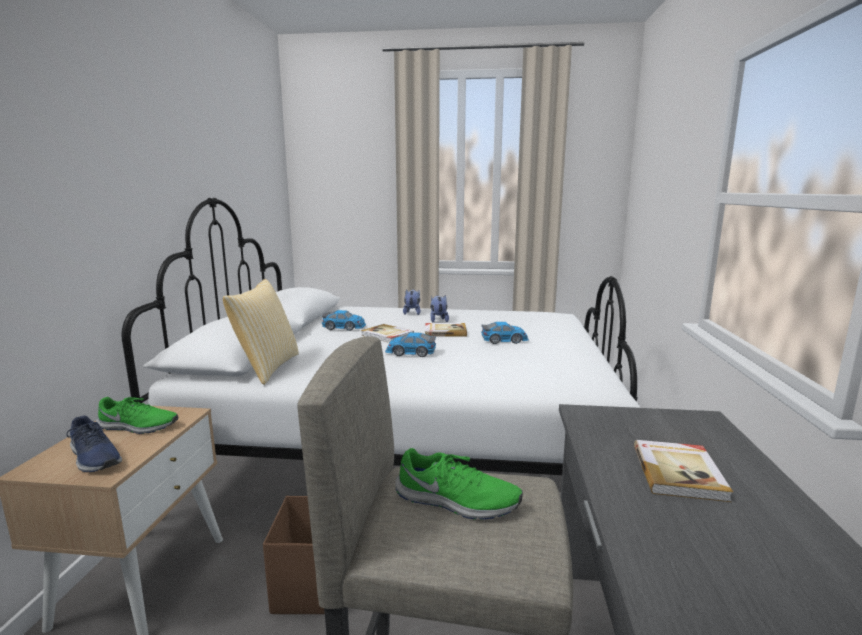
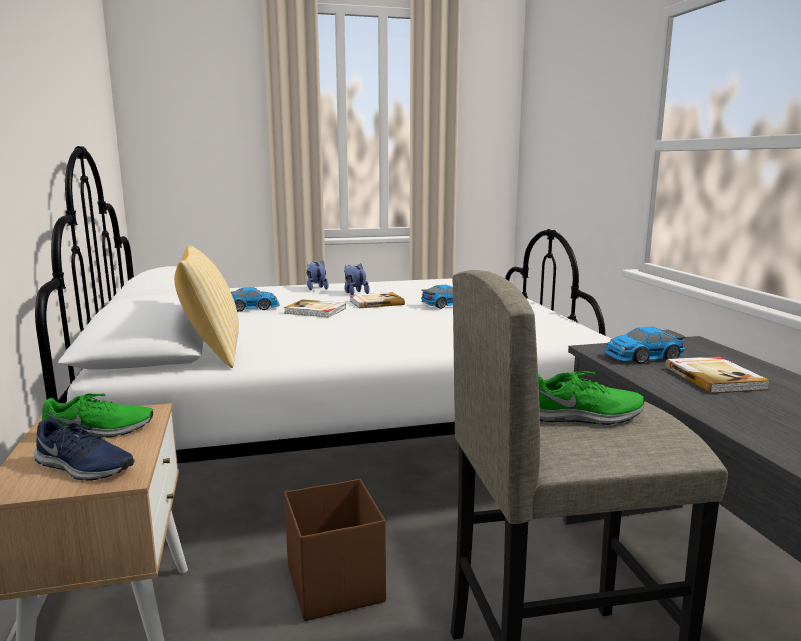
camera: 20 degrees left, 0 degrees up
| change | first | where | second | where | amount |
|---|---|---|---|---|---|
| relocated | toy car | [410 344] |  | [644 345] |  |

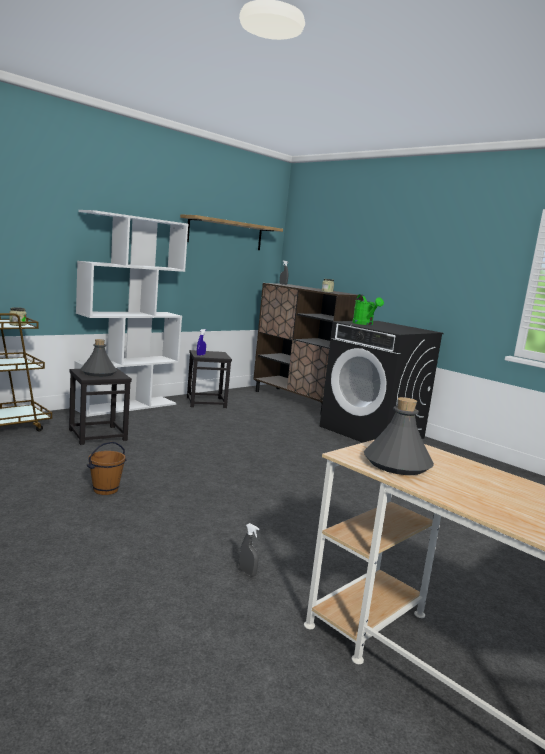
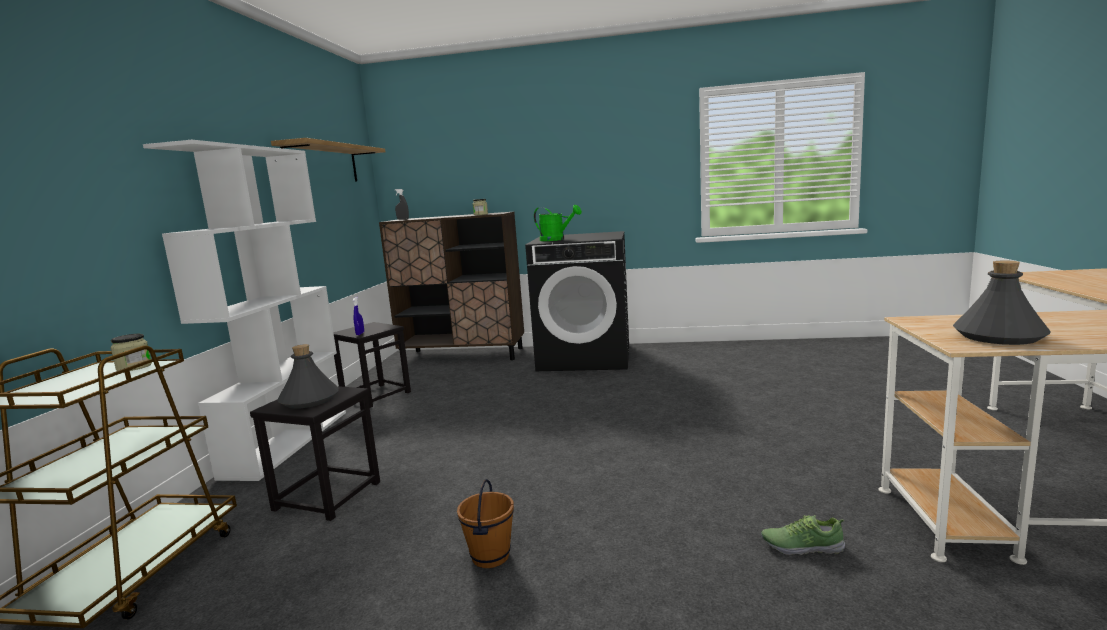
camera: 35 degrees left, 0 degrees up
| change | first | where | second | where | amount |
|---|---|---|---|---|---|
| exchanged | spray bottle (grey) | [249 549] | shoe | [803 535] |  |

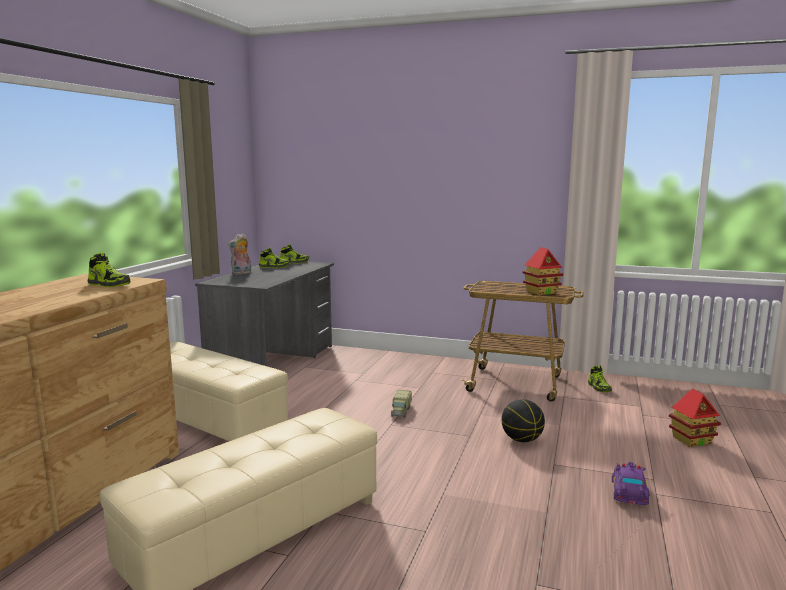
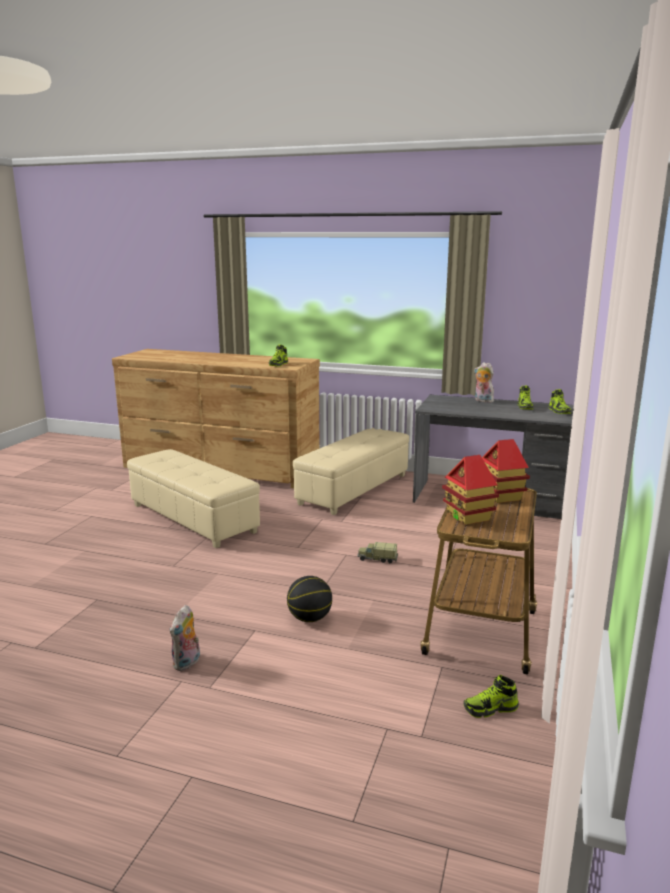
camera: 90 degrees right, 5 degrees up
| change | first | where | second | where | amount |
|---|---|---|---|---|---|
| exchanged | toy car (purple) | [631 483] | plush toy | [185 638] |  |
| relocated | toy house | [695 418] |  | [506 471] |  |

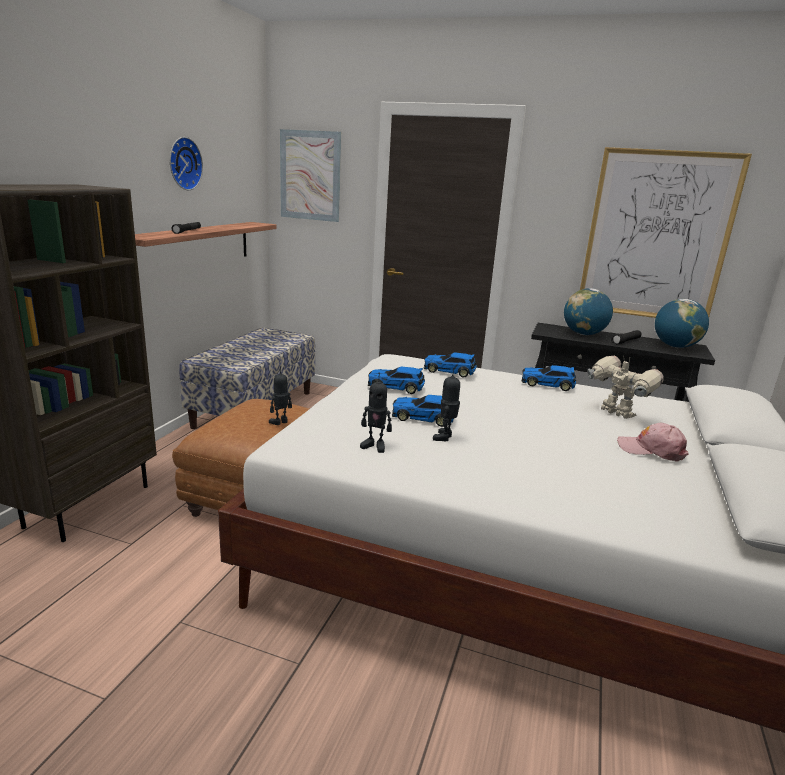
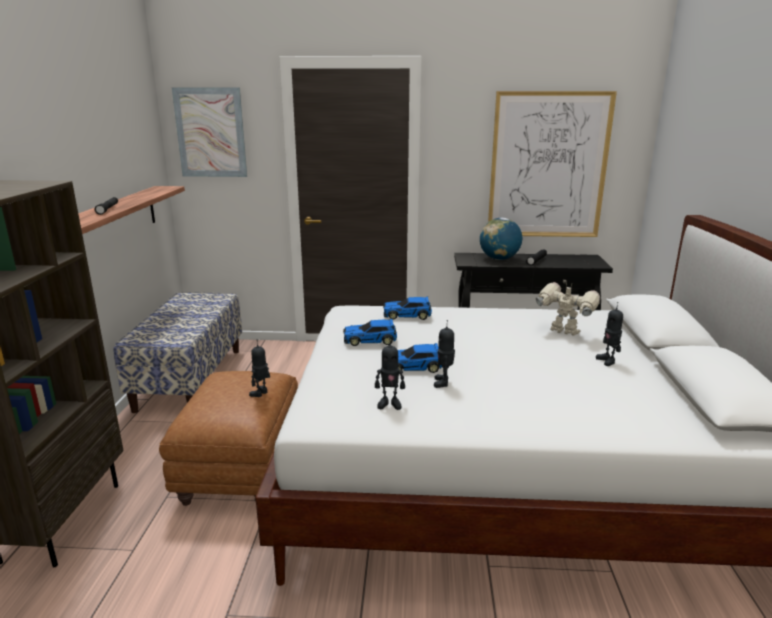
camera: 15 degrees left, 0 degrees up
| change | first | where | second | where | amount |
|---|---|---|---|---|---|
| missing | wall clock | [186 163] |  |  |  |
| missing | toy car | [549 378] |  |  |  |
| exchanged | cap (pink) | [653 442] | toy robot | [609 334] |  |
| missing | globe | [682 323] |  |  |  |

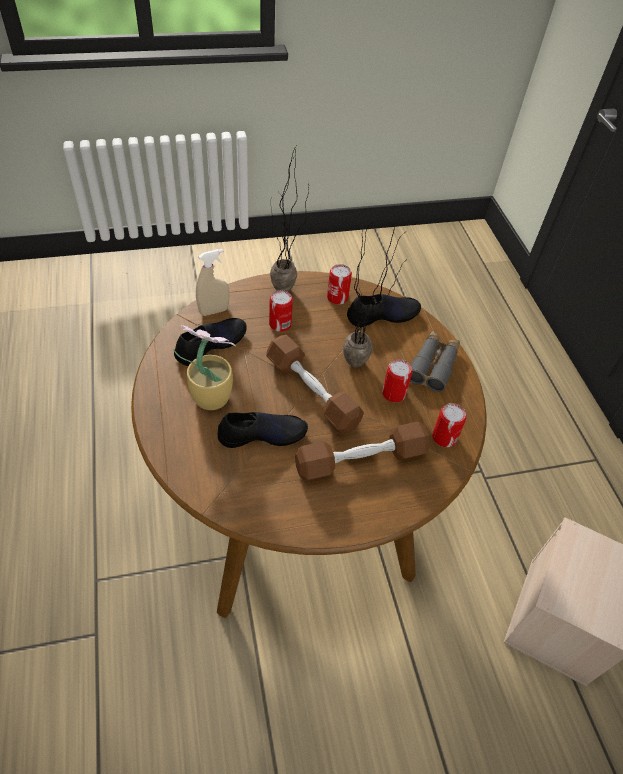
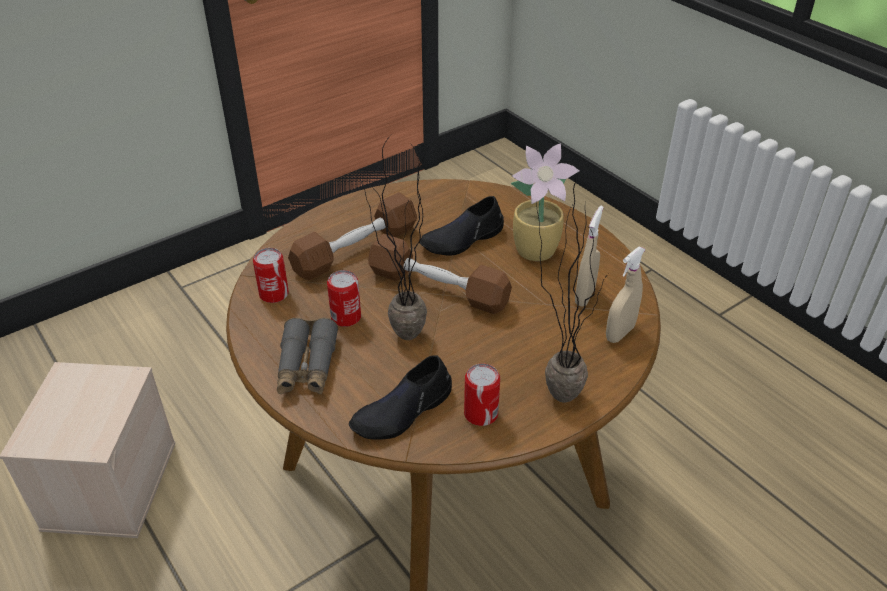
camera: 160 degrees right, 10 degrees down
| change | first | where | second | where | amount |
|---|---|---|---|---|---|
| exchanged | shoe (black) | [210 342] | spray bottle (beige) | [589 256] |  |
| missing | can | [281 311] |  |  |  |

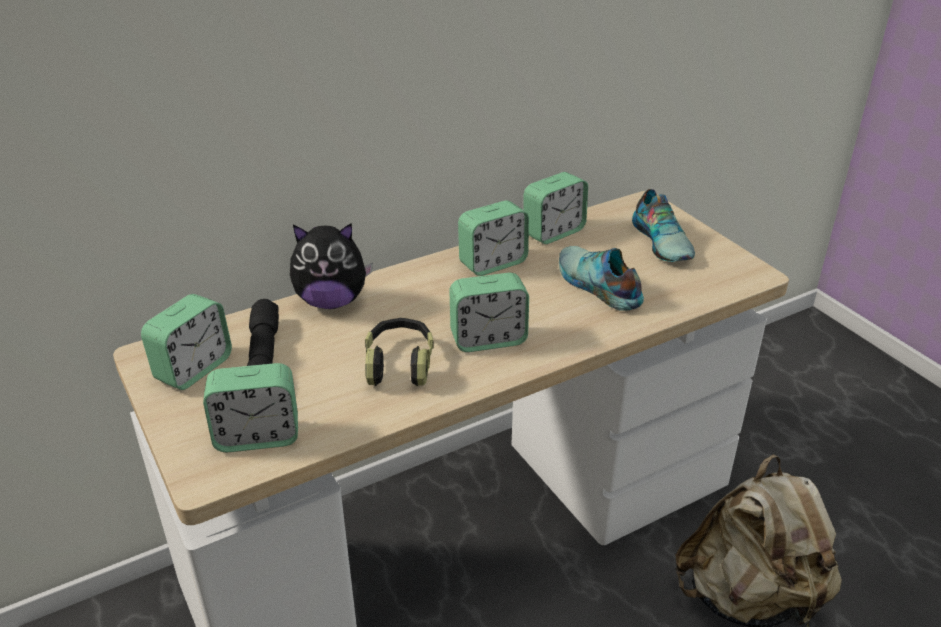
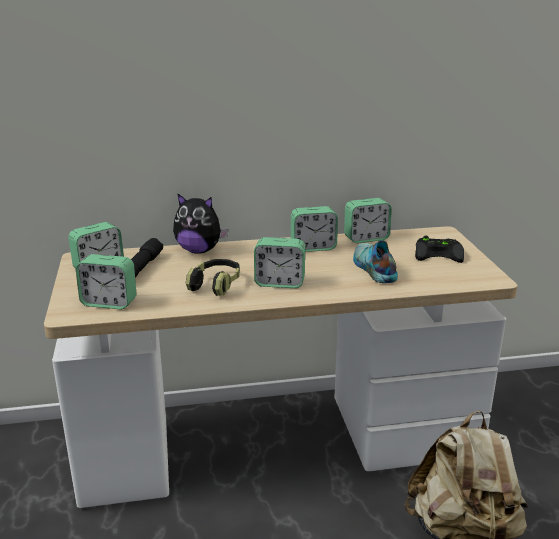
camera: 20 degrees right, 10 degrees down
| change | first | where | second | where | amount |
|---|---|---|---|---|---|
| exchanged | shoe | [663 225] | game controller (black) | [439 249] |  |

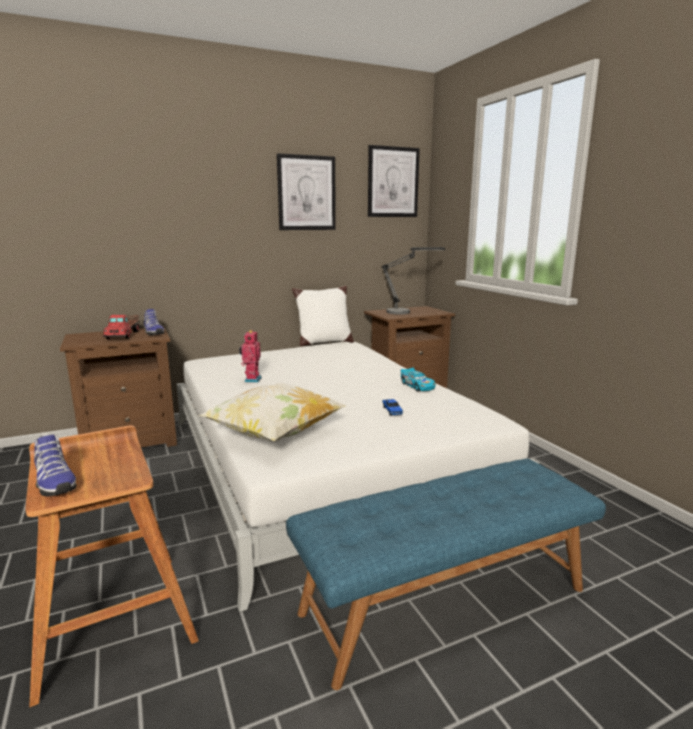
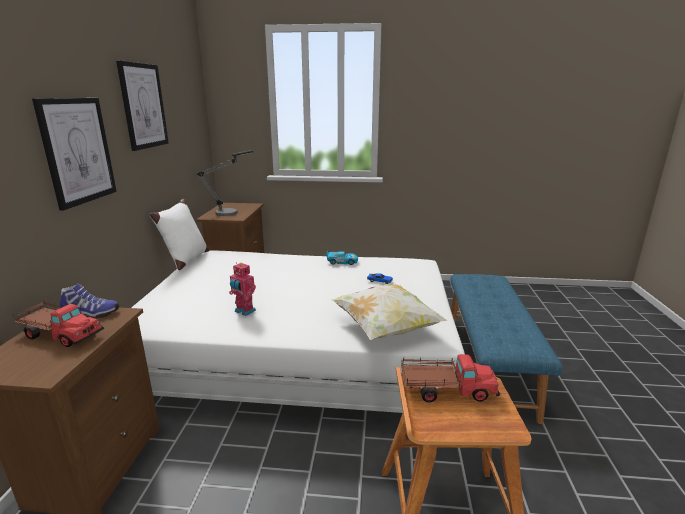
camera: 60 degrees left, 5 degrees up
| change | first | where | second | where | amount |
|---|---|---|---|---|---|
| missing | shoe | [55 465] |  |  |  |
| relocated | picture | [394 181] |  | [74 154] |  |
| appeared |  |  | toy truck | [450 378] |  |

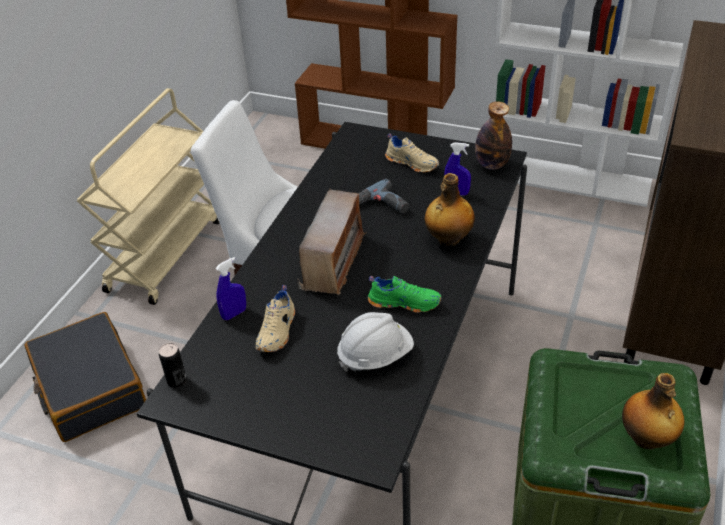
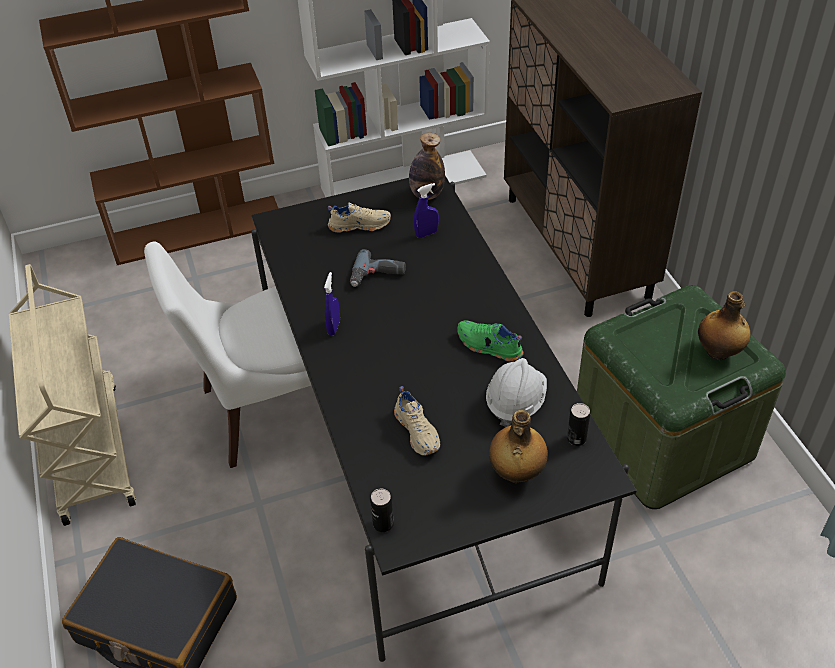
camera: 40 degrees left, 5 degrees up
| change | first | where | second | where | amount |
|---|---|---|---|---|---|
| relocated | spray bottle (blue) | [230 288] |  | [332 303] |  |
| missing | radio | [332 242] |  |  |  |
| spun | shoe (green) | [404 294] |  | [490 341] | 120 degrees counterclockwise |
| relocated | bottle | [449 209] |  | [518 446] |  |
| appeared |  |  | can | [578 424] |  |

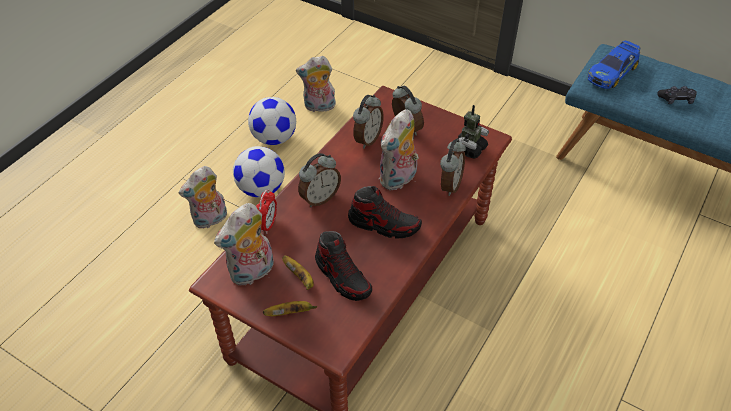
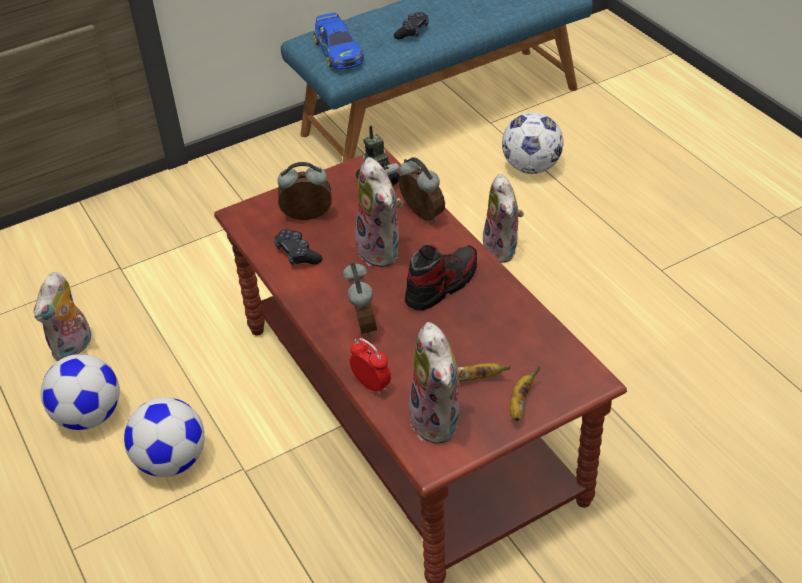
camera: 60 degrees left, 5 degrees down
| change | first | where | second | where | amount |
|---|---|---|---|---|---|
| relocated | plush toy | [203 197] |  | [503 218] |  |
| missing | shoe | [343 266] |  |  |  |
| exchanged | alarm clock | [368 122] | game controller (black) | [298 247] |  |
| appeared |  |  | football | [533 143] |  |

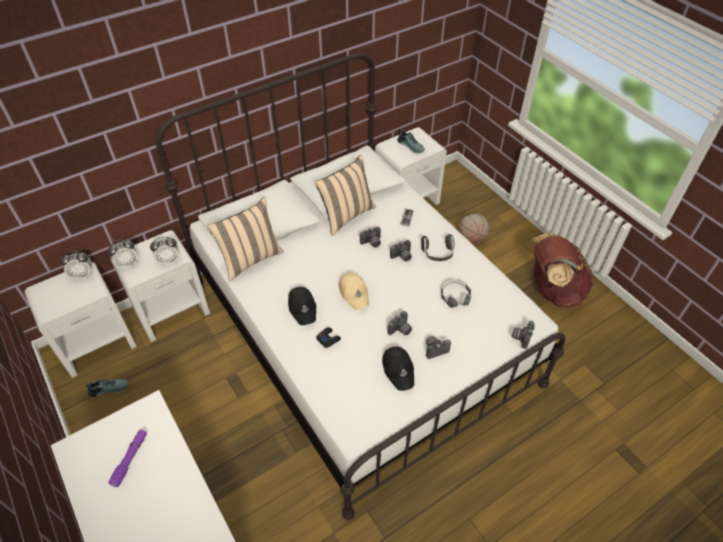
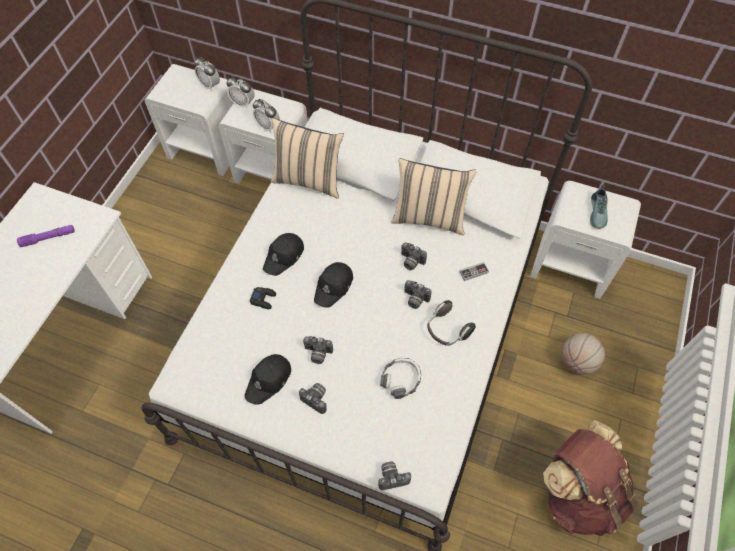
camera: 55 degrees right, 10 degrees up
| change | first | where | second | where | amount |
|---|---|---|---|---|---|
| missing | shoe | [107 388] |  |  |  |
| colour | cap (beige) | [354 291] | cap (black) | [333 285] |  |

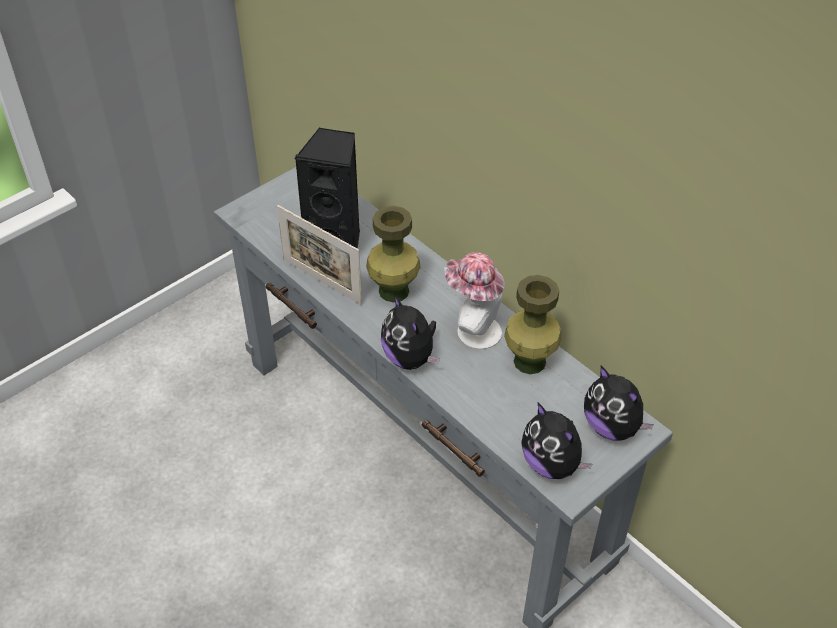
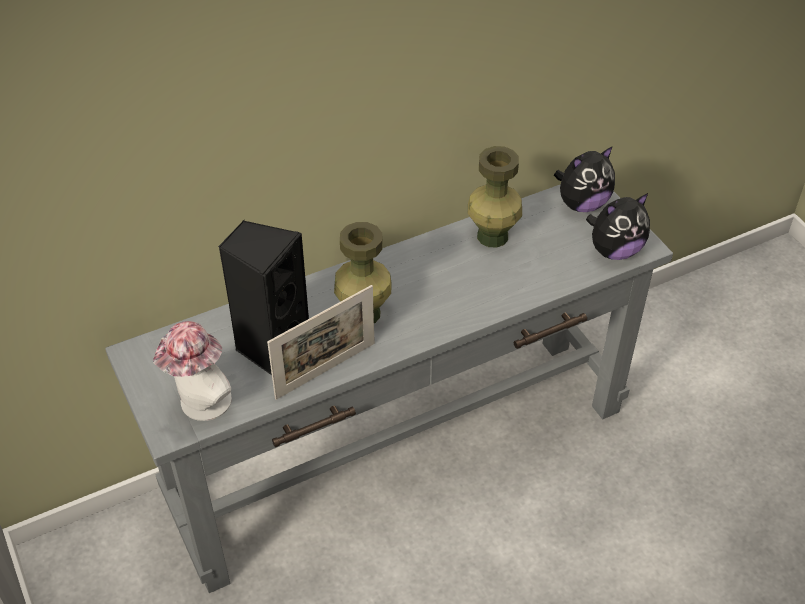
camera: 75 degrees left, 0 degrees up
| change | first | where | second | where | amount |
|---|---|---|---|---|---|
| missing | plush toy | [410 332] |  |  |  |
| relocated | hat | [474 300] |  | [192 371] |  |

